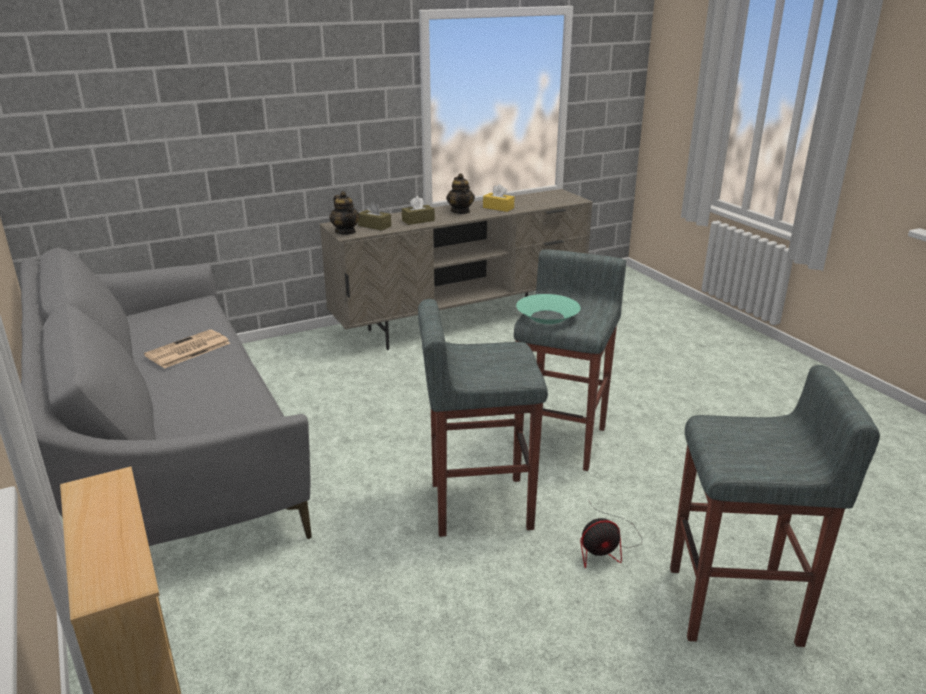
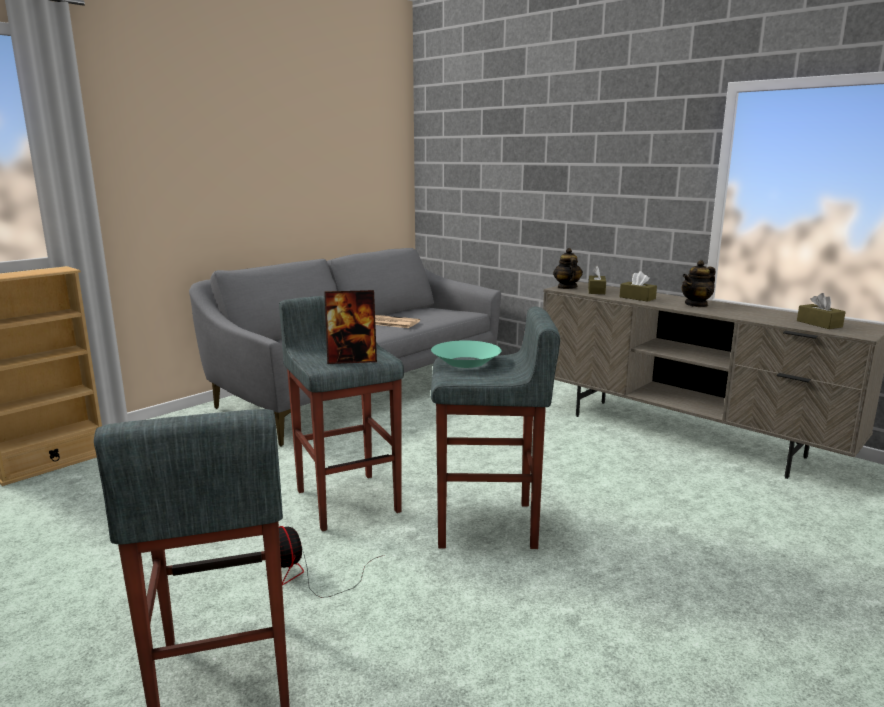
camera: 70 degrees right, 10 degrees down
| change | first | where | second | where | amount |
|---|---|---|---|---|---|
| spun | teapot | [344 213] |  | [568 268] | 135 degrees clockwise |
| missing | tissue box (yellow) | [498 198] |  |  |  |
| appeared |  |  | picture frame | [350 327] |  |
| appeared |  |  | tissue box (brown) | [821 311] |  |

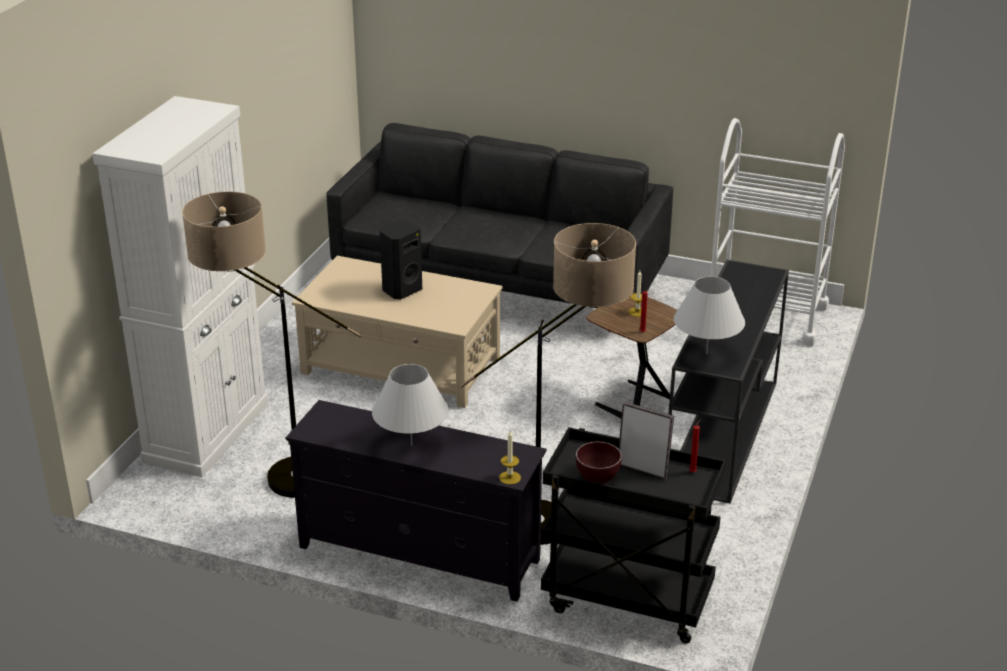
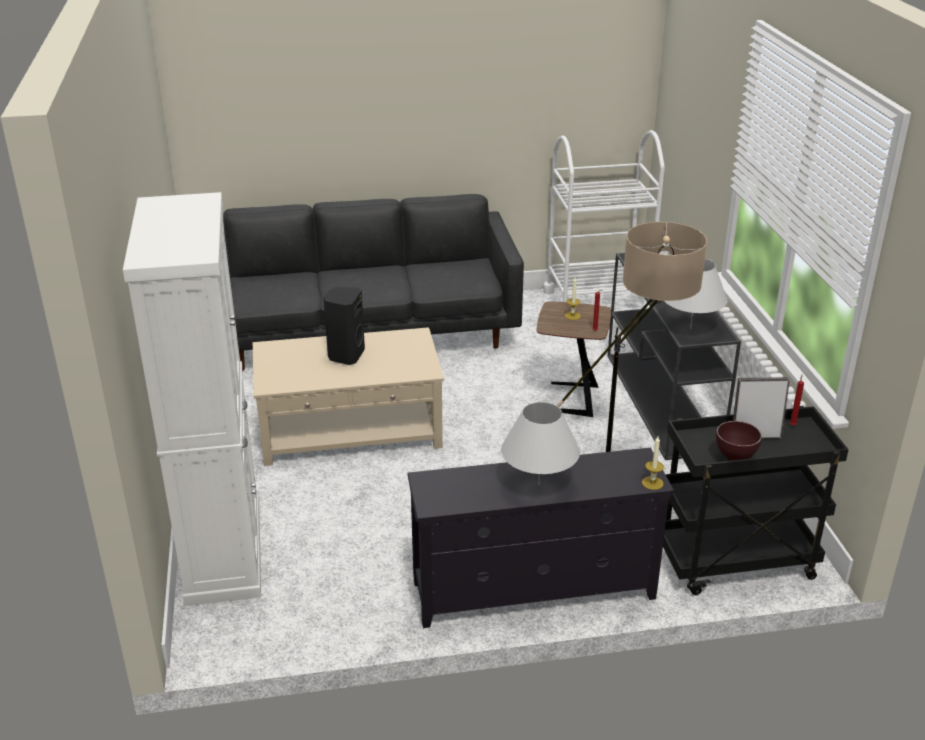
camera: 30 degrees left, 0 degrees up
| change | first | where | second | where | amount |
|---|---|---|---|---|---|
| missing | floor lamp | [271 344] |  |  |  |

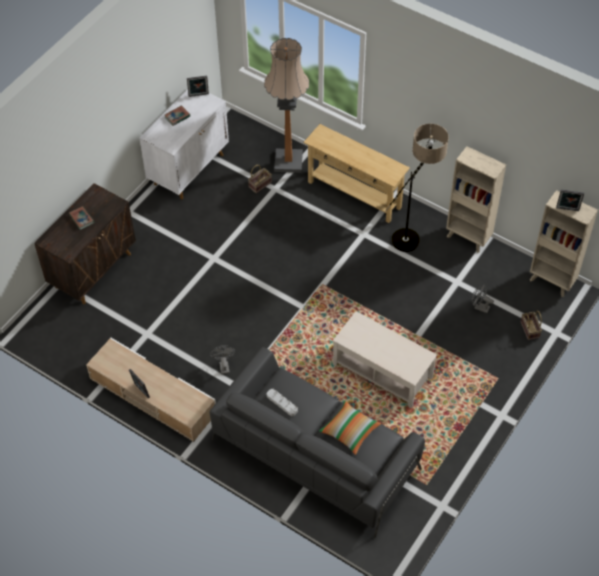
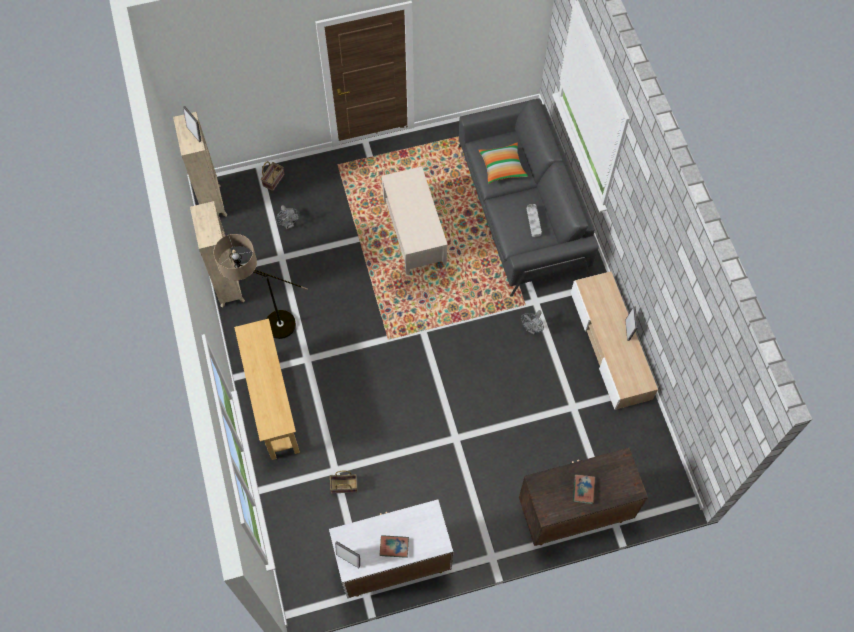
camera: 140 degrees left, 10 degrees up
| change | first | where | second | where | amount |
|---|---|---|---|---|---|
| missing | floor lamp | [286 105] |  |  |  |

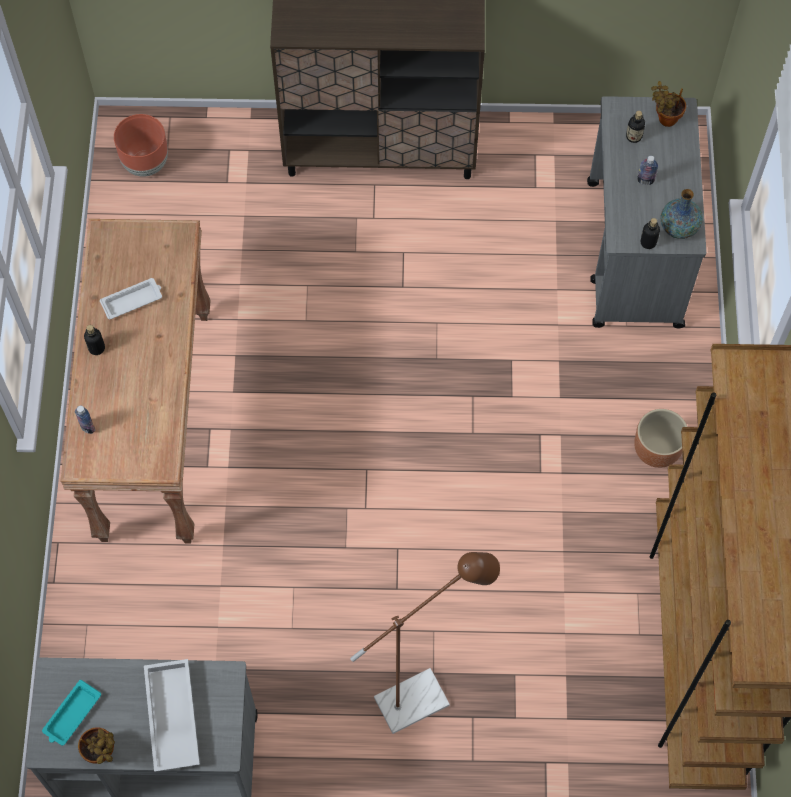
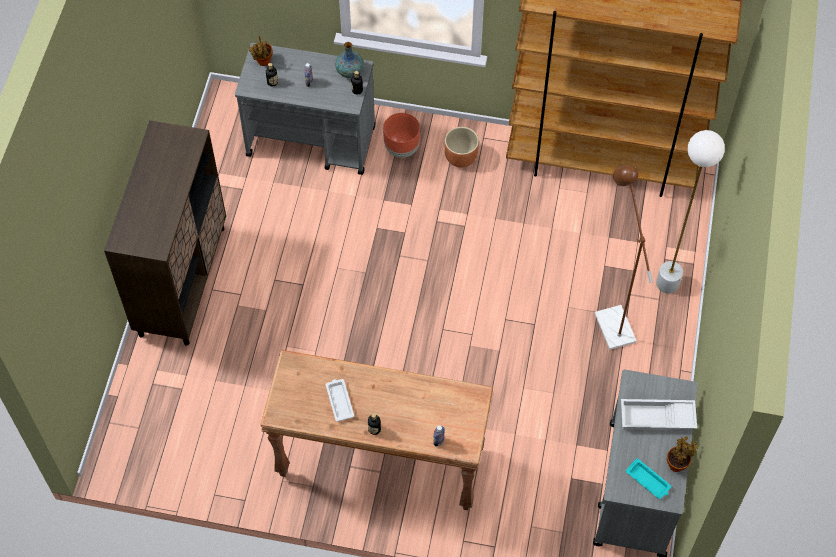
camera: 80 degrees left, 5 degrees down
| change | first | where | second | where | amount |
|---|---|---|---|---|---|
| relocated | planter (brown) | [141 145] |  | [401 135] |  |
| appeared |  |  | floor lamp (white) | [690 212] |  |

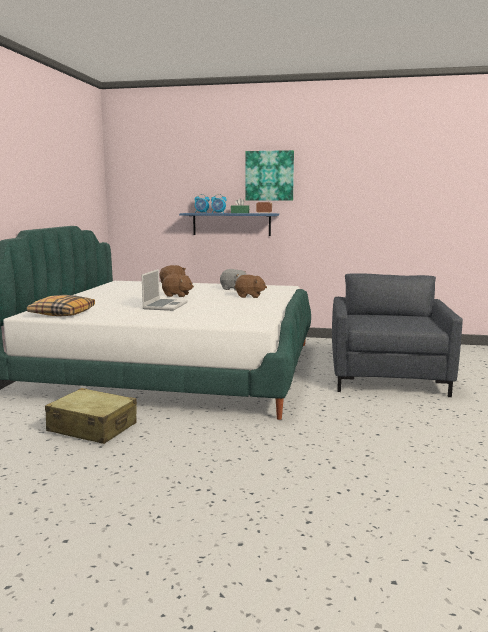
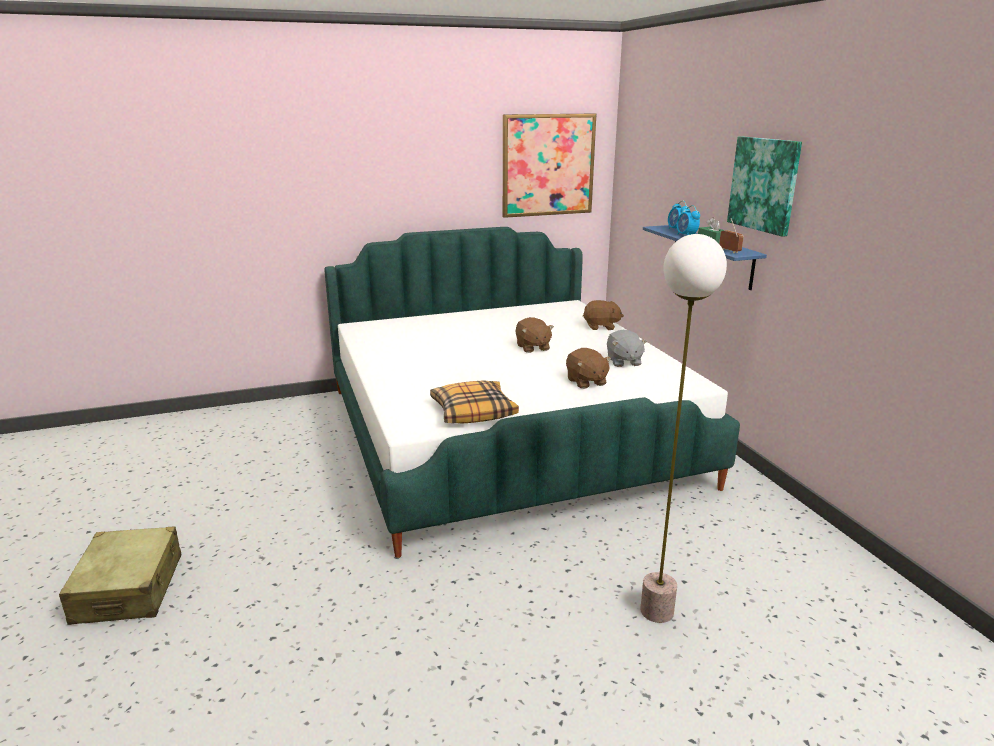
camera: 60 degrees right, 10 degrees up
| change | first | where | second | where | amount |
|---|---|---|---|---|---|
| relocated | pillow | [61 305] |  | [474 402] |  |
| relocated | suitcase (beige) | [91 416] |  | [120 575] |  |
| missing | laptop | [165 290] |  |  |  |
| exchanged | armchair (grey) | [397 335] | floor lamp | [683 428] |  |
| appeared |  |  | picture | [549 166] |  |

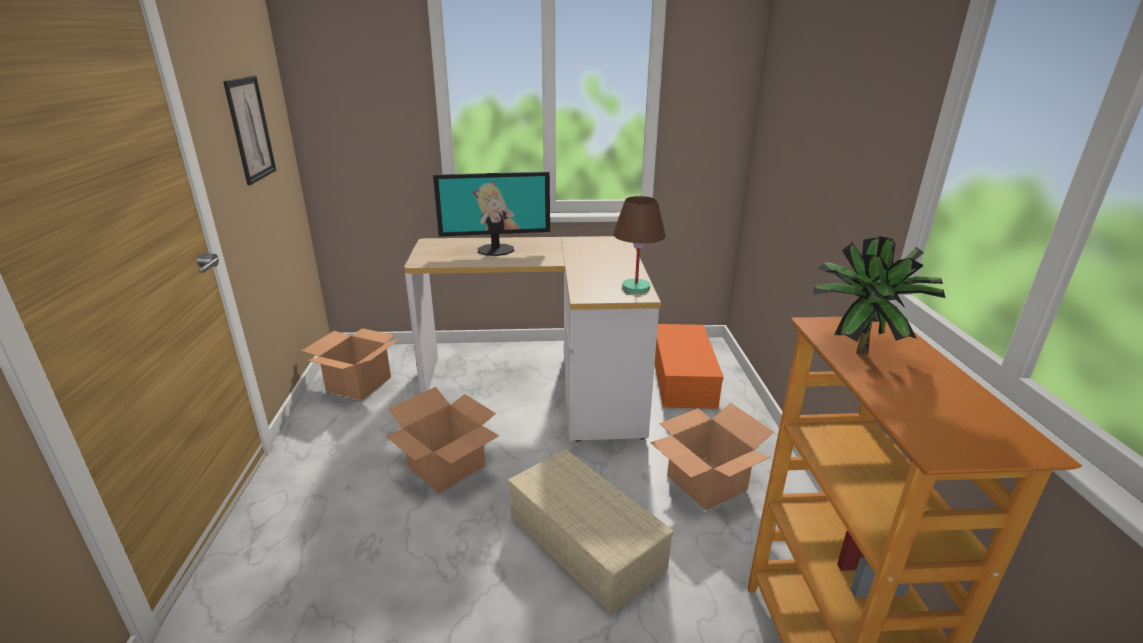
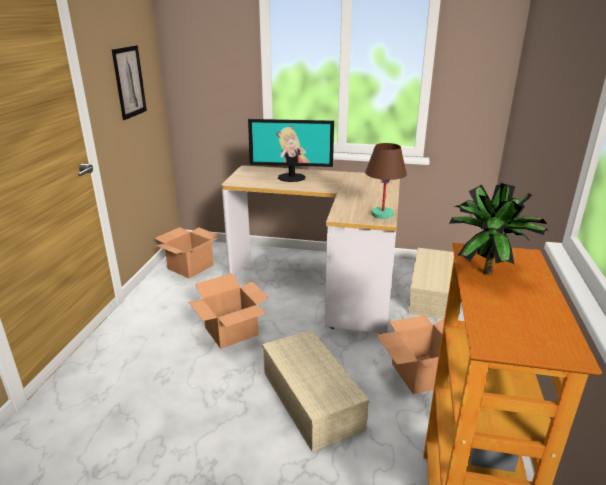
camera: 15 degrees right, 0 degrees up
| change | first | where | second | where | amount |
|---|---|---|---|---|---|
| colour | storage box (orange) | [689 366] | storage box (beige) | [431 283] |  |

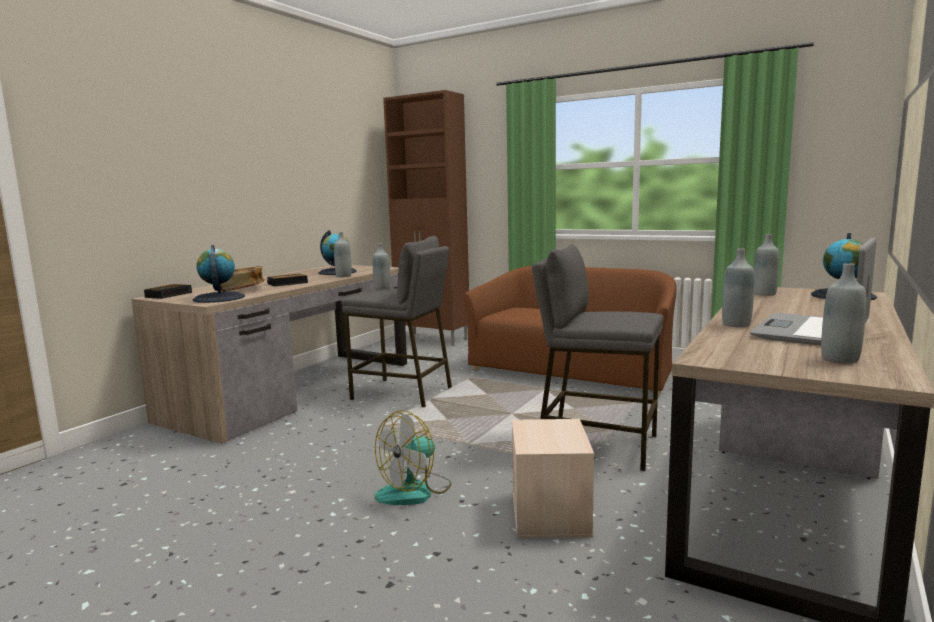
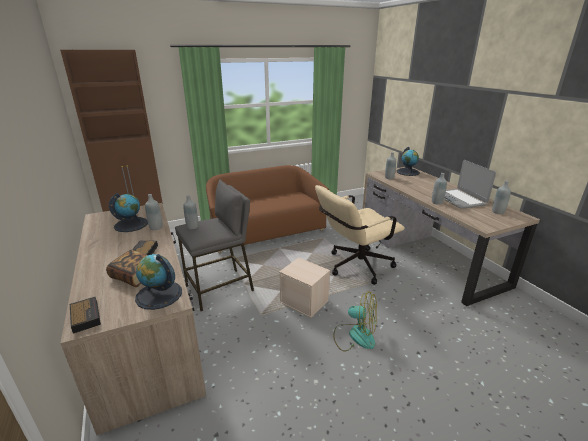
camera: 55 degrees left, 15 degrees up
| change | first | where | second | where | amount |
|---|---|---|---|---|---|
| spun | fan | [413 457] |  | [355 321] | 60 degrees counterclockwise |
| relocated | storage box (beige) | [553 478] |  | [304 288] |  |
| exchanged | stool (grey) | [598 357] | office chair (beige) | [360 235] |  |

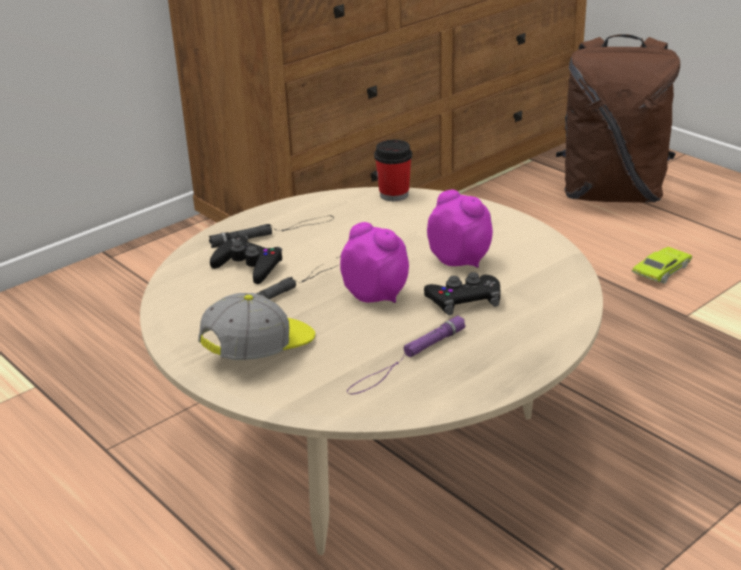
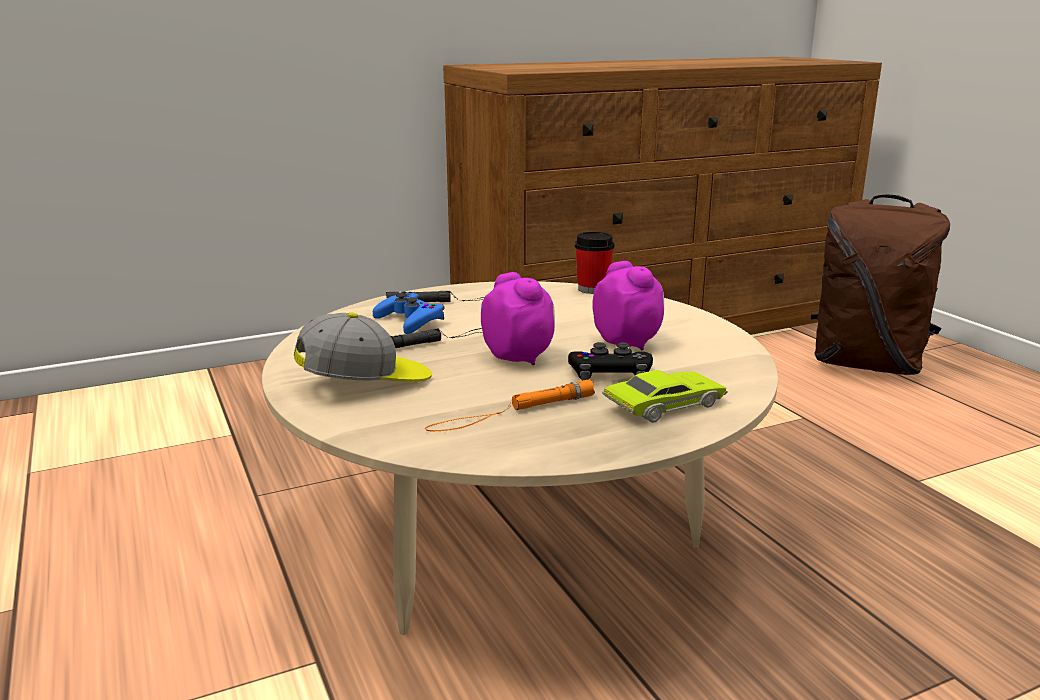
camera: 15 degrees right, 10 degrees down
| change | first | where | second | where | amount |
|---|---|---|---|---|---|
| colour | game controller (black) | [246 259] | game controller (blue) | [409 313] |  |
| colour | flashlight (purple) | [406 355] | flashlight (orange) | [510 405] |  |
| relocated | toy car (green) | [662 265] |  | [664 396] |  |

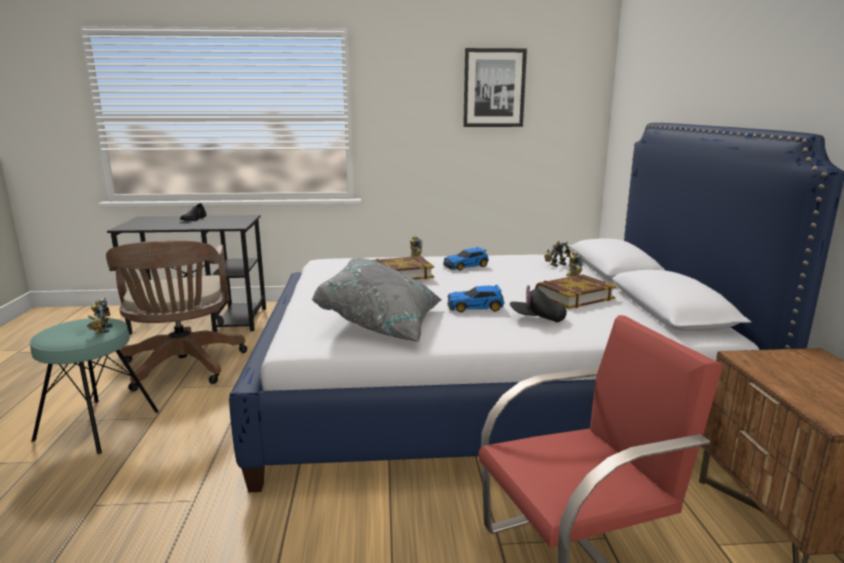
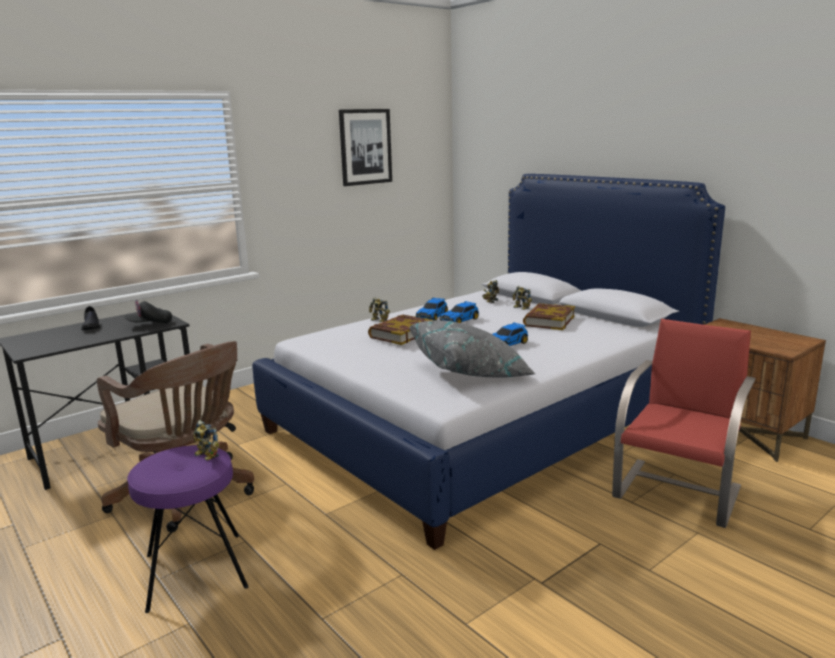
camera: 35 degrees left, 0 degrees up
| change | first | where | second | where | amount |
|---|---|---|---|---|---|
| colour | stool (turquoise) | [94 386] | stool (purple) | [188 529] |  |
| relocated | cap (black) | [538 303] |  | [148 311] |  |
| appeared |  |  | toy car | [459 312] |  |

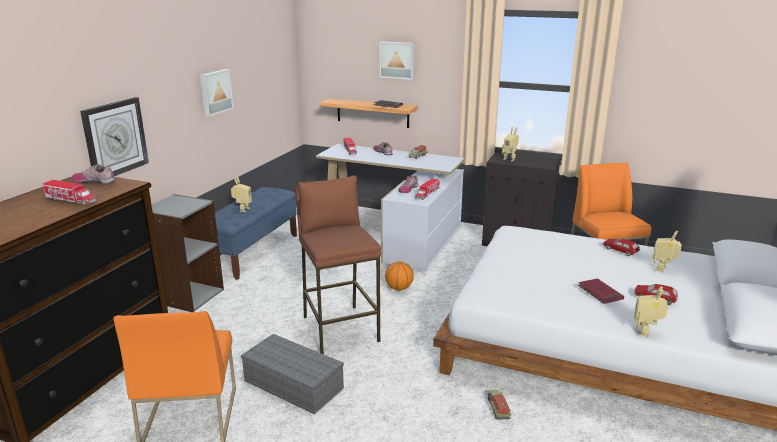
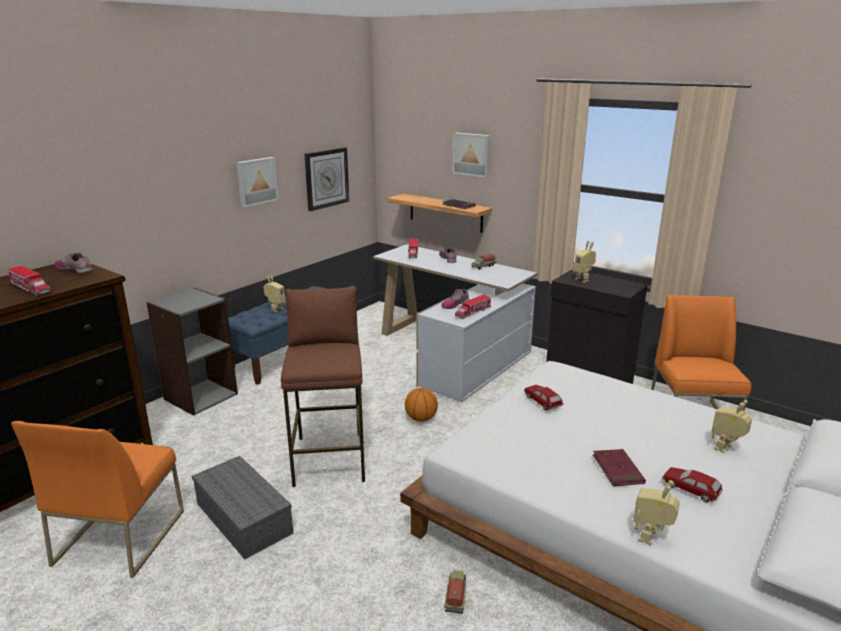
camera: 15 degrees right, 0 degrees up
| change | first | where | second | where | amount |
|---|---|---|---|---|---|
| relocated | wall clock | [114 136] |  | [326 179] |  |
| relocated | toy car | [621 247] |  | [543 398] |  |

